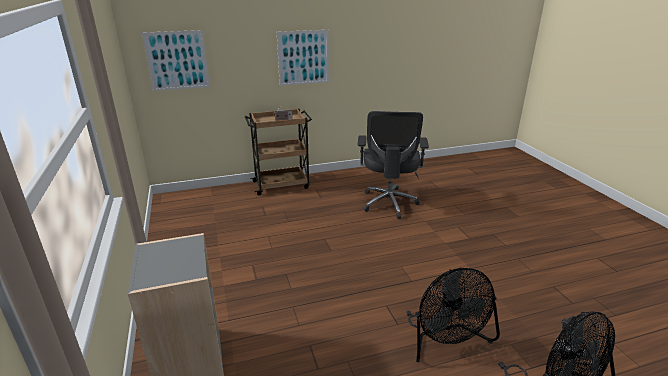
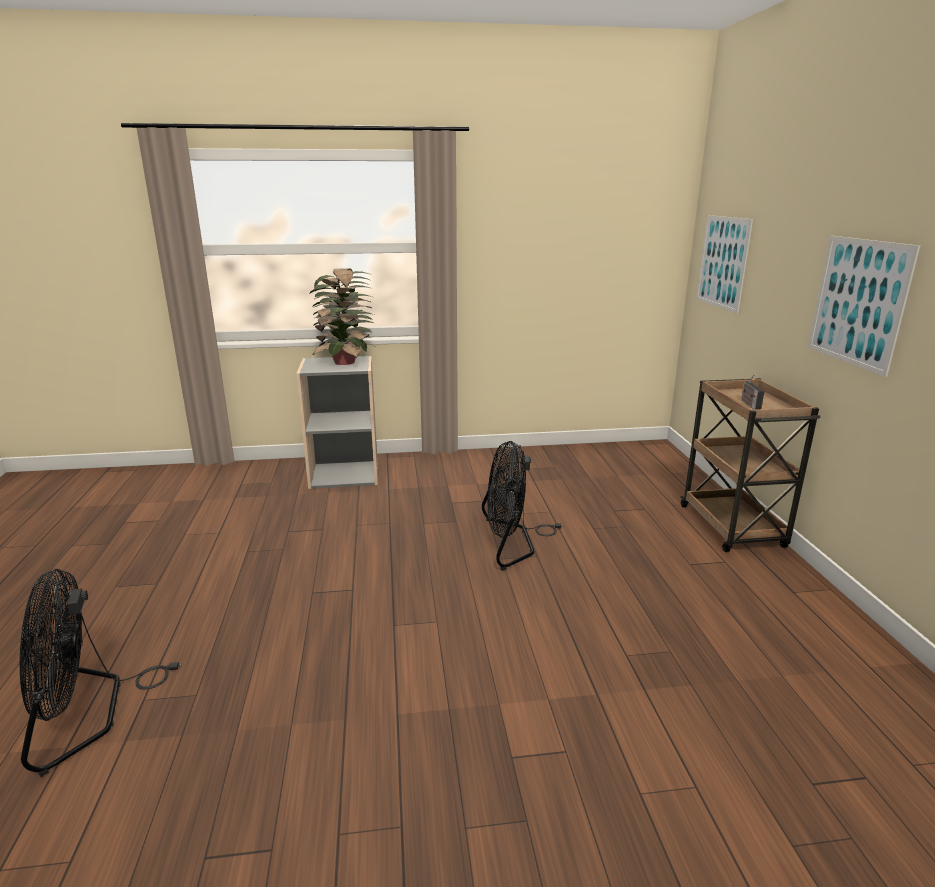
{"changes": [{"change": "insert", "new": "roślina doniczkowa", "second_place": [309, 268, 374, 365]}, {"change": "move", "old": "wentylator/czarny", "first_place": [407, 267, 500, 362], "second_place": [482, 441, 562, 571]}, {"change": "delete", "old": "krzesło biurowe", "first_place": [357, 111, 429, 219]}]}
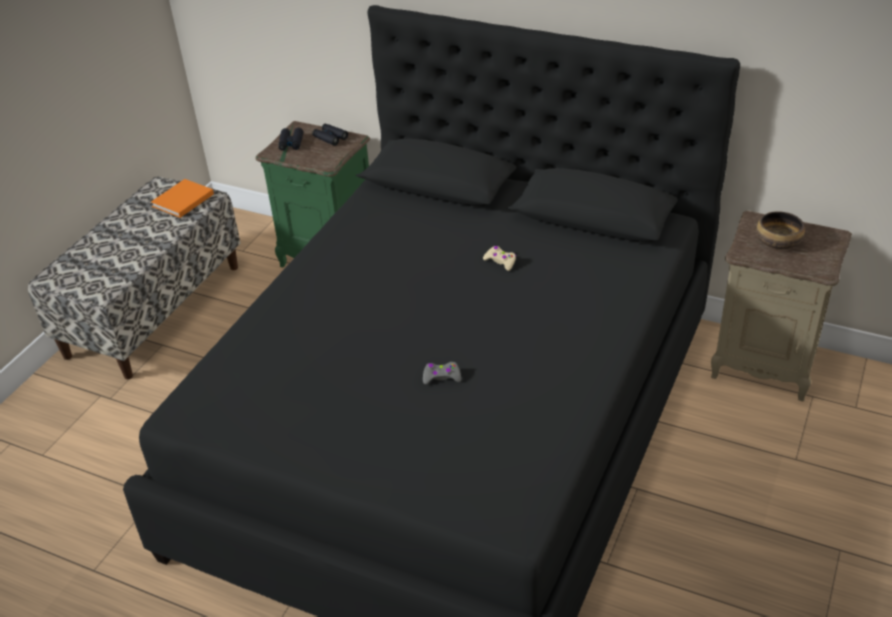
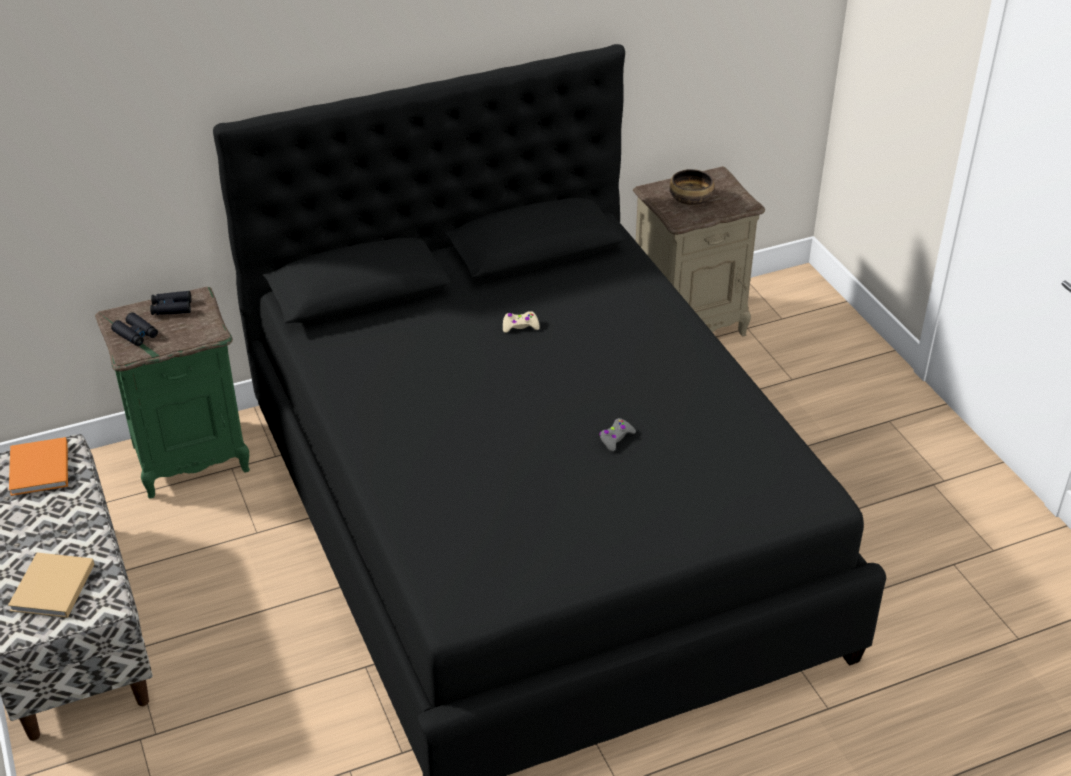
{"changes": [{"change": "insert", "new": "książka/beżowy", "second_place": [8, 553, 95, 618]}]}
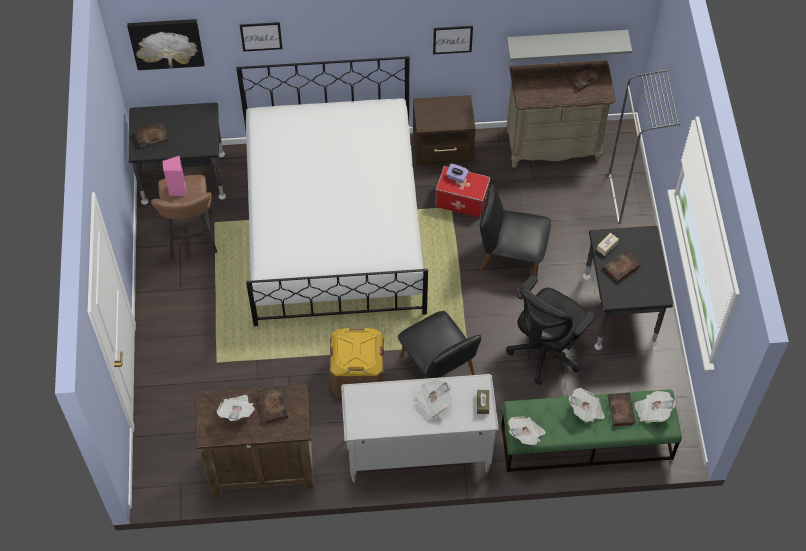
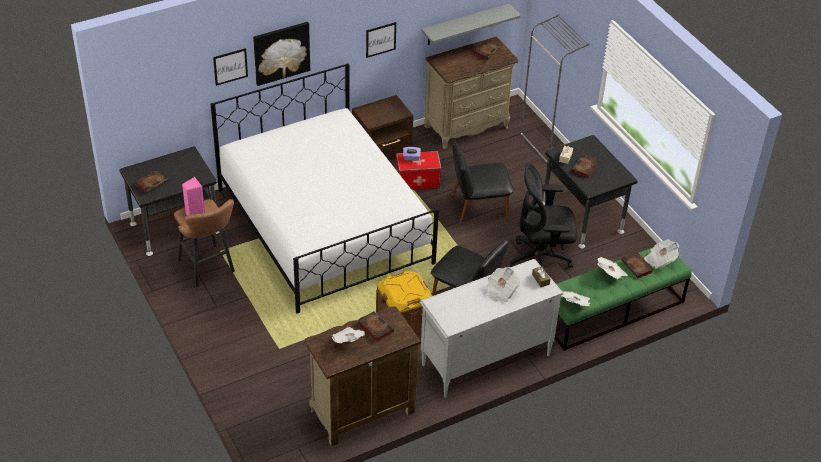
{"changes": [{"change": "move", "old": "obraz", "first_place": [127, 19, 205, 70], "second_place": [253, 22, 310, 86]}, {"change": "rotate", "old": "krzesło biurowe/czarny", "first_place": [507, 276, 595, 385], "second_place": [510, 162, 577, 268], "degrees": 75}]}
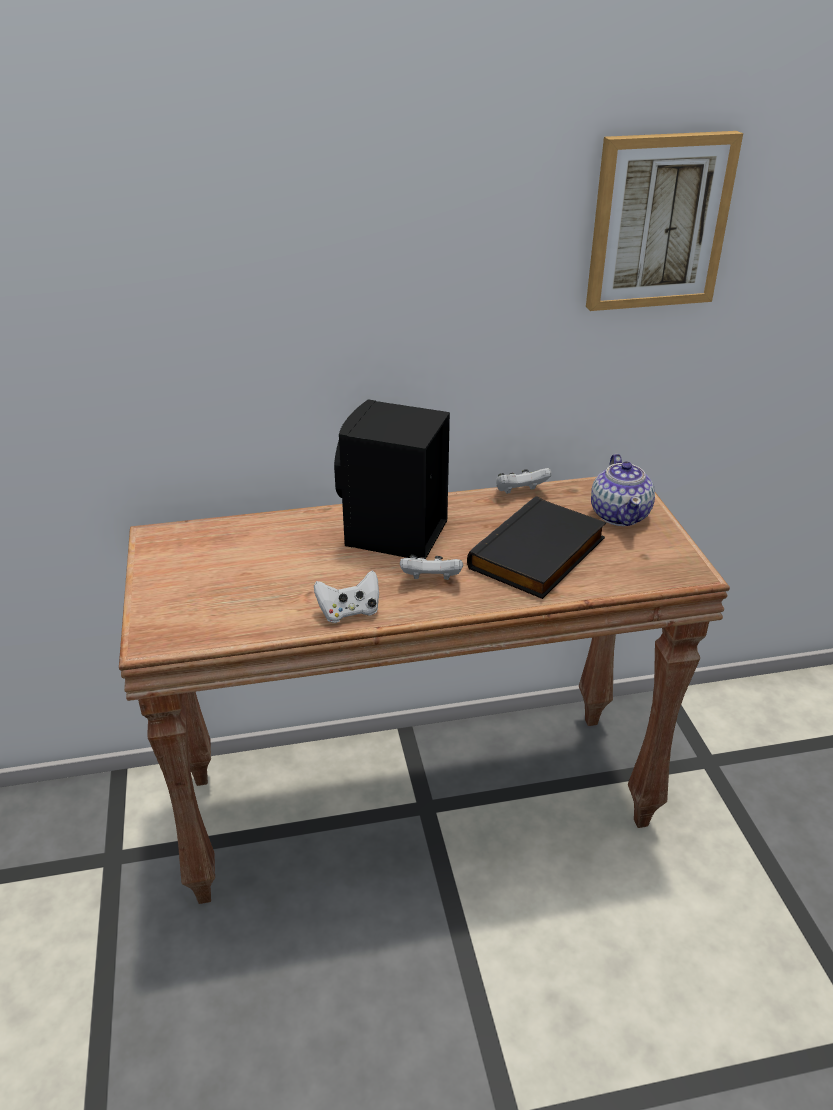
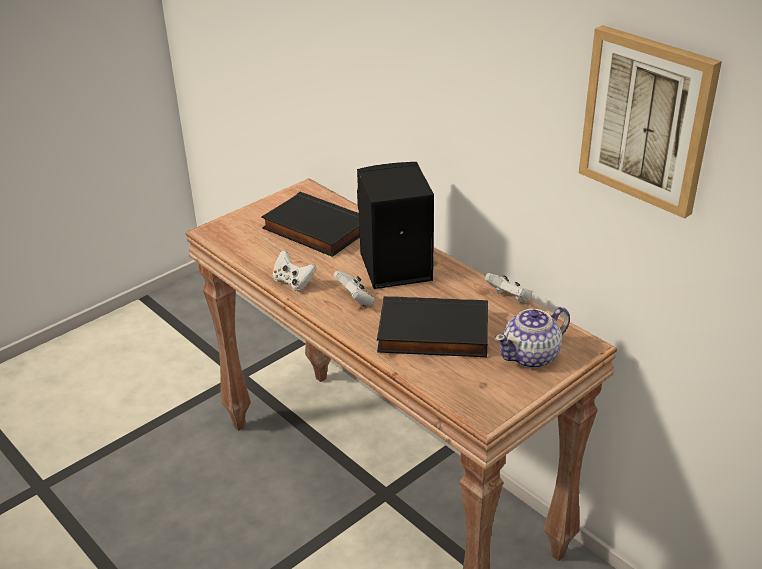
{"changes": [{"change": "insert", "new": "książka/czarny", "second_place": [261, 192, 360, 257]}]}
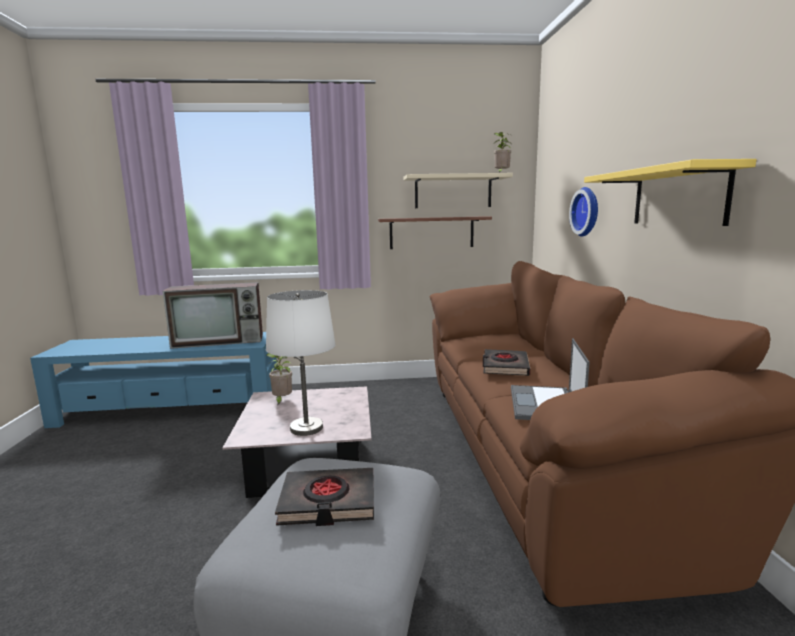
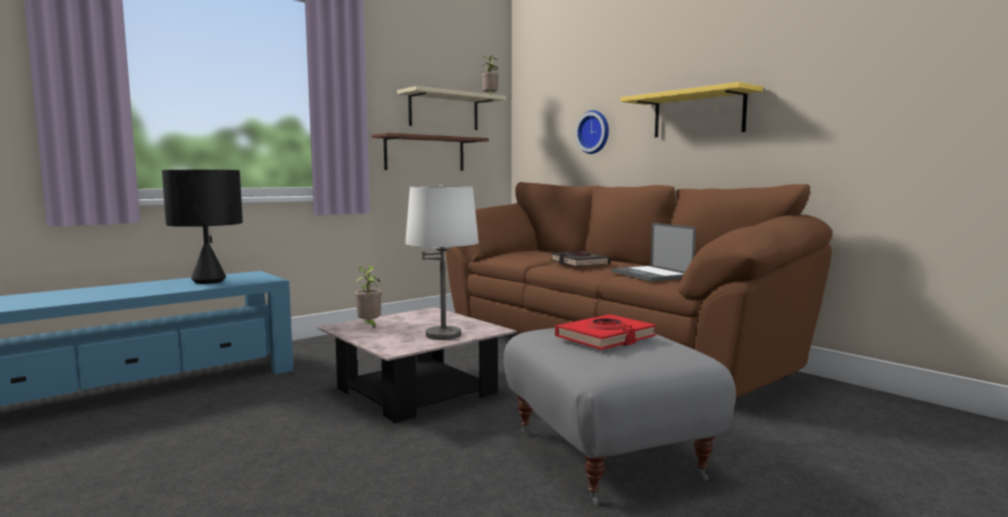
{"changes": [{"change": "replace", "old": "telewizor", "new": "lampa stołowa/czarny", "first_place": [163, 282, 263, 349], "second_place": [162, 170, 243, 284]}, {"change": "recolor", "old": "książka/czarny", "new": "książka/czerwony", "first_place": [275, 468, 374, 526], "second_place": [555, 314, 656, 350]}]}
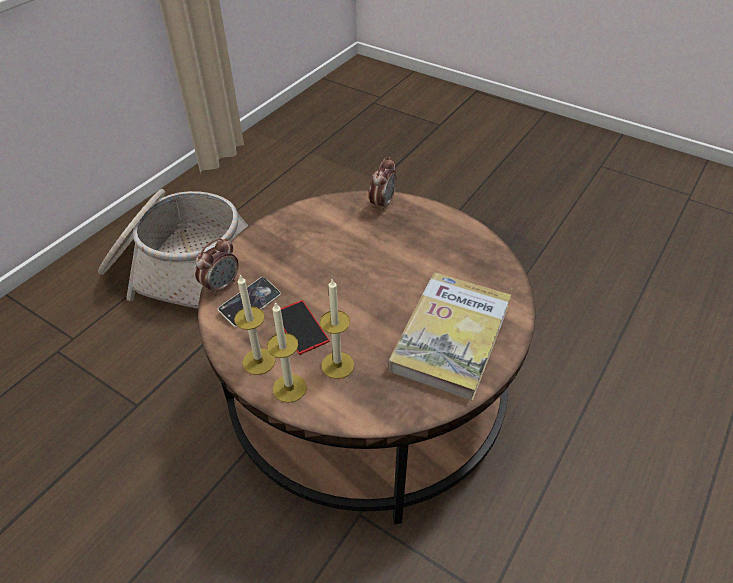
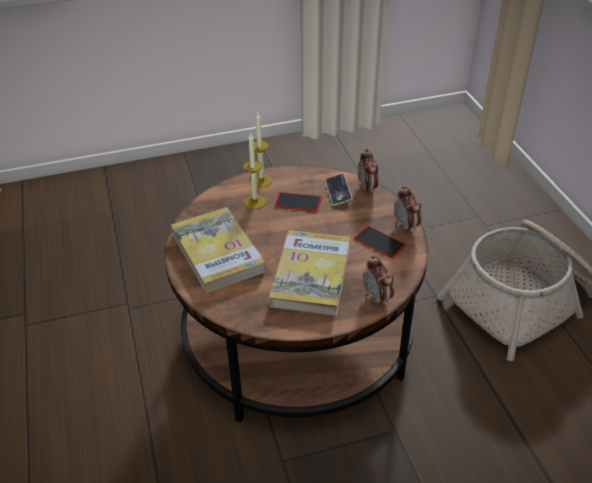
{"changes": [{"change": "insert", "new": "książka", "second_place": [269, 230, 350, 316]}, {"change": "insert", "new": "telefon", "second_place": [354, 226, 406, 258]}, {"change": "insert", "new": "budzik", "second_place": [394, 186, 421, 233]}, {"change": "delete", "old": "świeca", "first_place": [234, 275, 275, 375]}]}
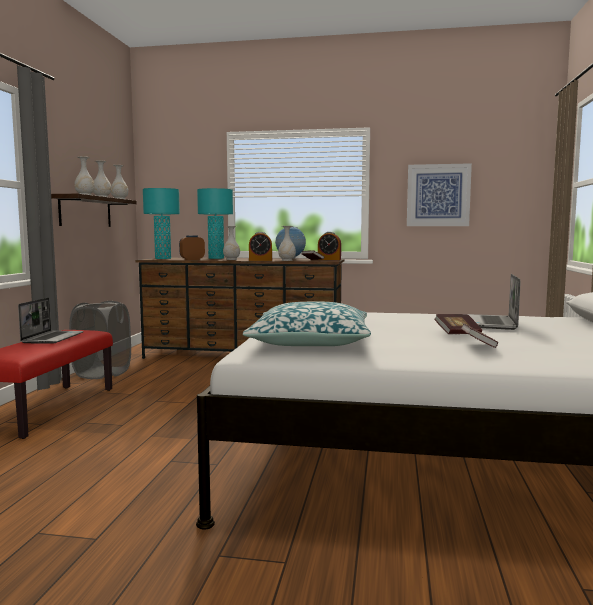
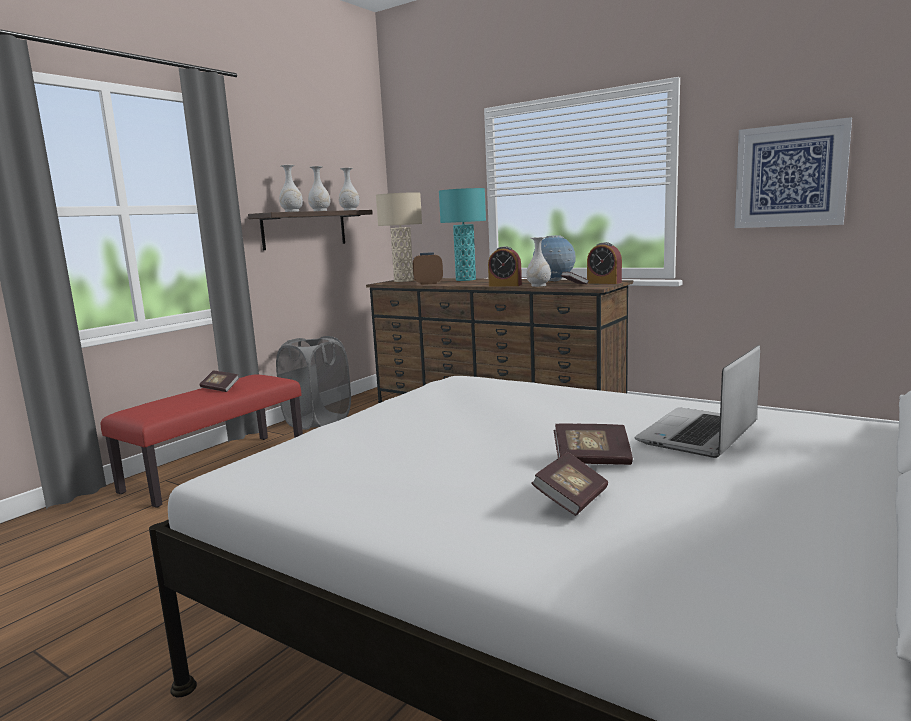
{"changes": [{"change": "replace", "old": "laptop", "new": "książka", "first_place": [18, 298, 84, 344], "second_place": [199, 371, 239, 392]}, {"change": "recolor", "old": "lampa stołowa/turkusowy", "new": "lampa stołowa/beżowy", "first_place": [143, 188, 180, 259], "second_place": [376, 192, 422, 282]}, {"change": "delete", "old": "wazon/biały", "first_place": [223, 226, 240, 260]}, {"change": "delete", "old": "poduszka", "first_place": [243, 302, 371, 346]}]}
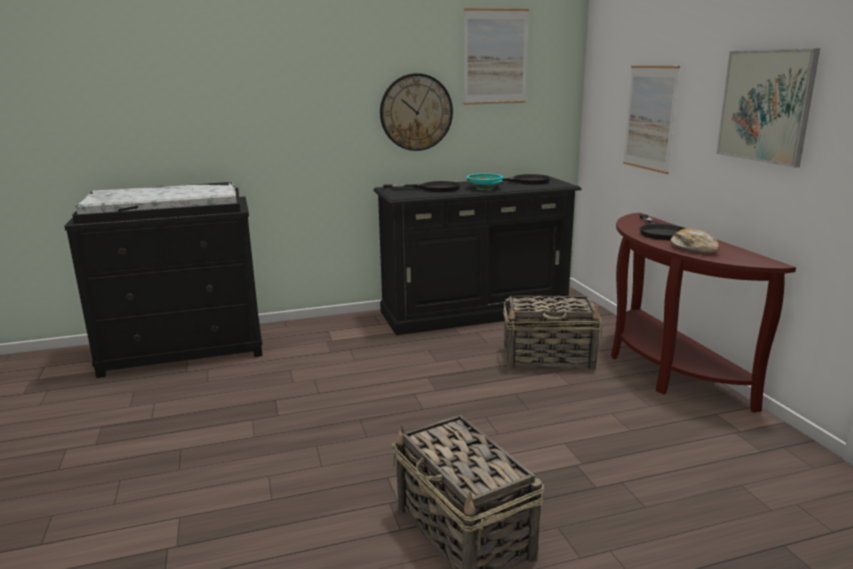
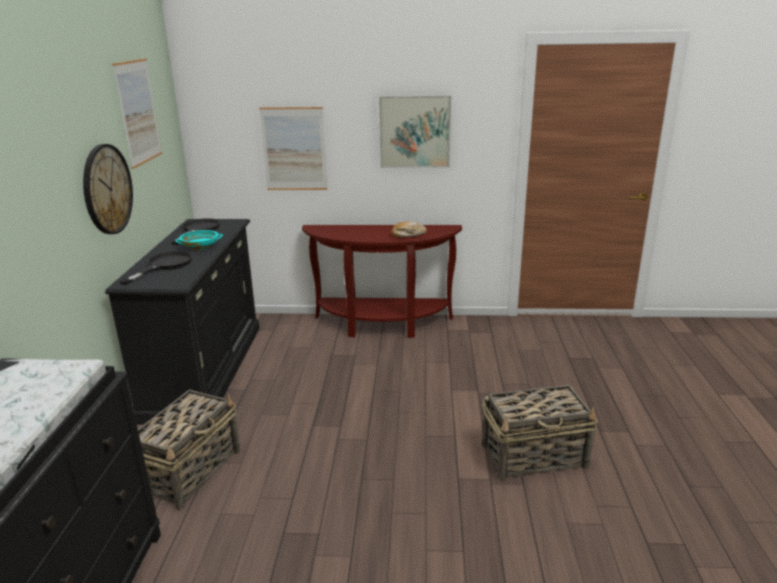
{"changes": [{"change": "move", "old": "koszyk", "first_place": [503, 295, 602, 370], "second_place": [138, 389, 240, 510]}, {"change": "delete", "old": "patelnia/czarny", "first_place": [639, 215, 686, 240]}]}
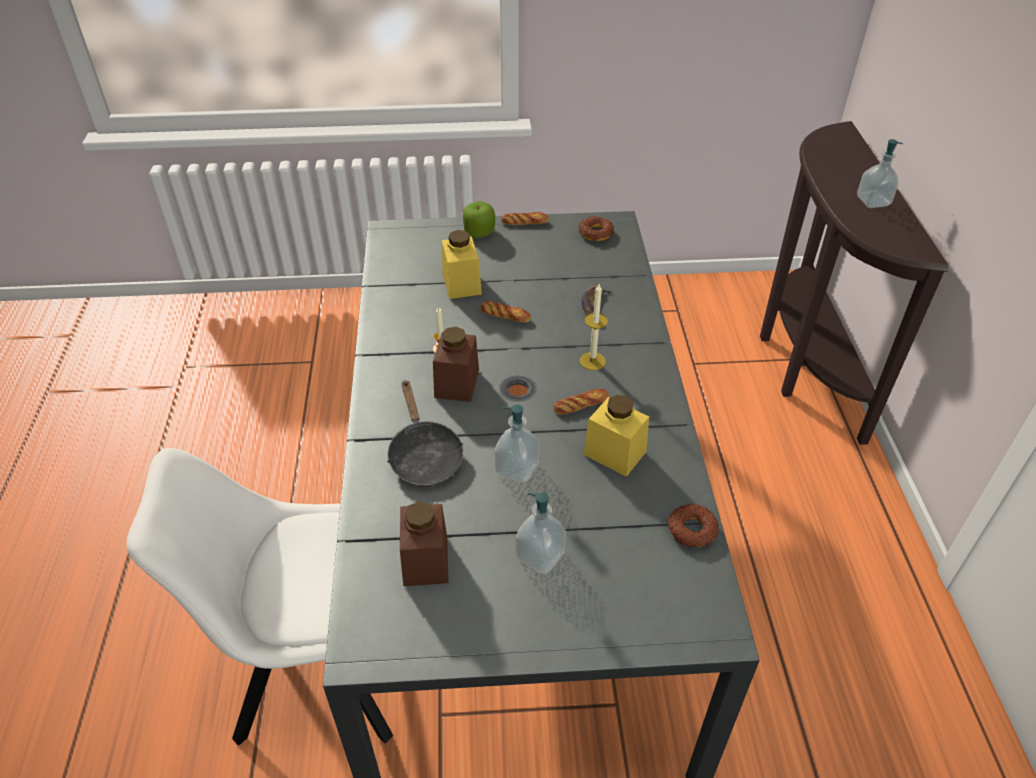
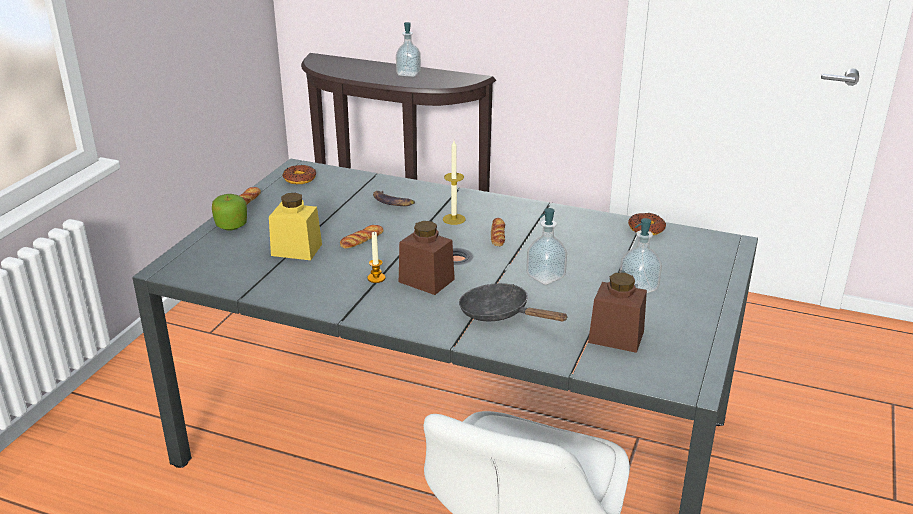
{"changes": [{"change": "rotate", "old": "patelnia/czarny", "first_place": [387, 380, 463, 486], "second_place": [459, 283, 568, 321], "degrees": -150}, {"change": "delete", "old": "słoik/żółty", "first_place": [583, 395, 649, 477]}]}
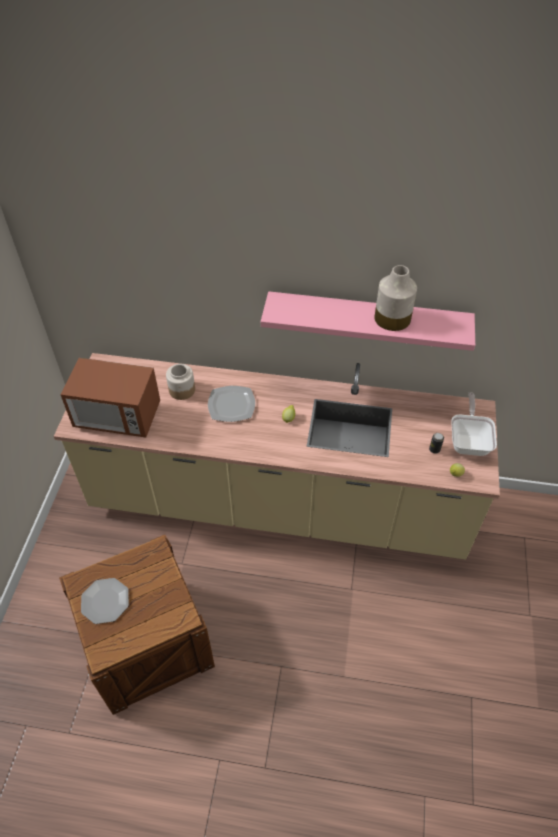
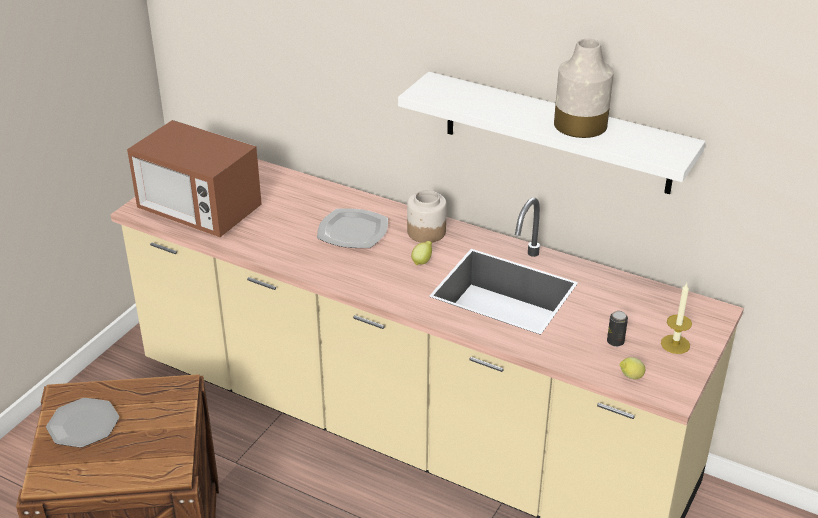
{"changes": [{"change": "recolor", "old": "półka/różowy", "new": "półka/biały", "first_place": [261, 291, 475, 351], "second_place": [398, 72, 705, 194]}, {"change": "move", "old": "słoik", "first_place": [166, 364, 195, 400], "second_place": [407, 190, 447, 243]}, {"change": "replace", "old": "patelnia", "new": "świeca", "first_place": [451, 393, 497, 456], "second_place": [661, 283, 692, 354]}]}
